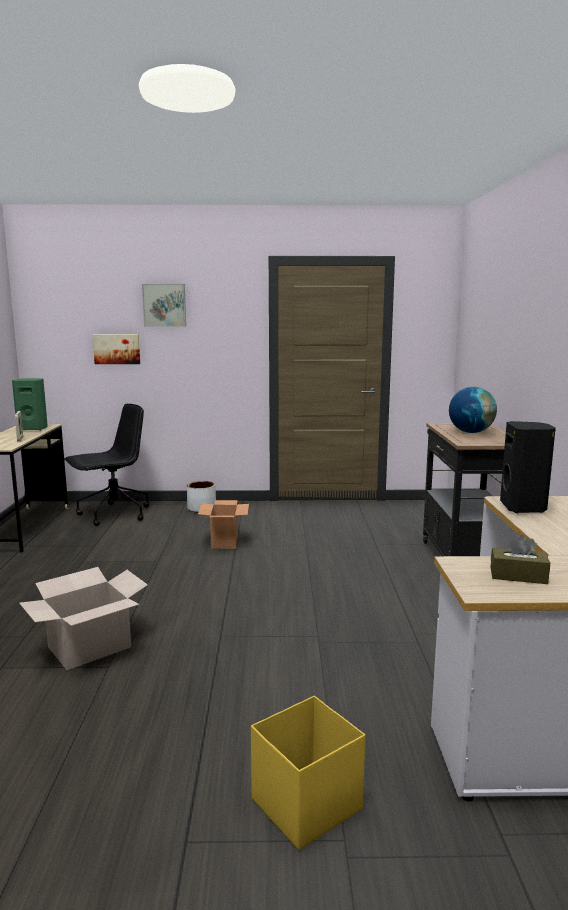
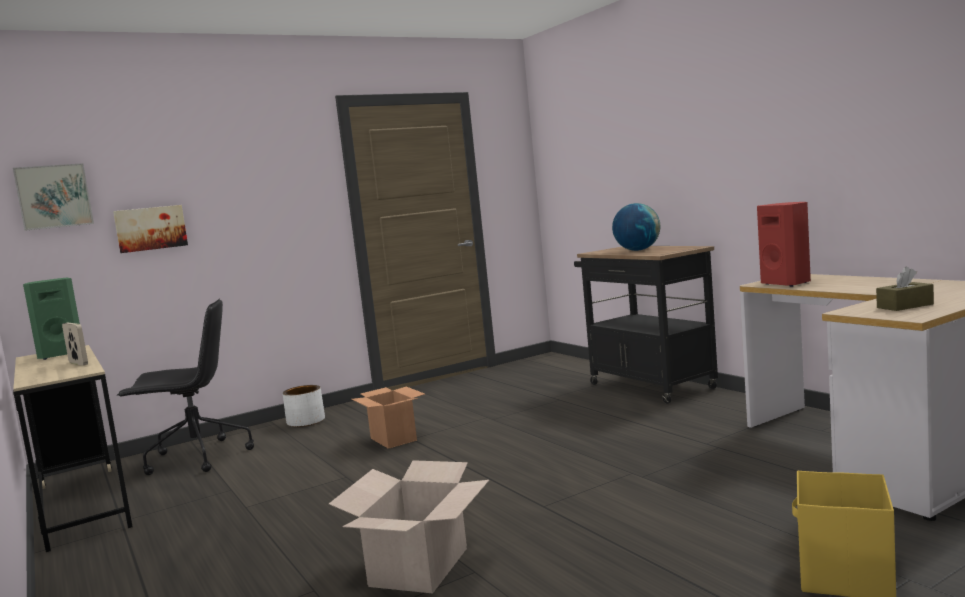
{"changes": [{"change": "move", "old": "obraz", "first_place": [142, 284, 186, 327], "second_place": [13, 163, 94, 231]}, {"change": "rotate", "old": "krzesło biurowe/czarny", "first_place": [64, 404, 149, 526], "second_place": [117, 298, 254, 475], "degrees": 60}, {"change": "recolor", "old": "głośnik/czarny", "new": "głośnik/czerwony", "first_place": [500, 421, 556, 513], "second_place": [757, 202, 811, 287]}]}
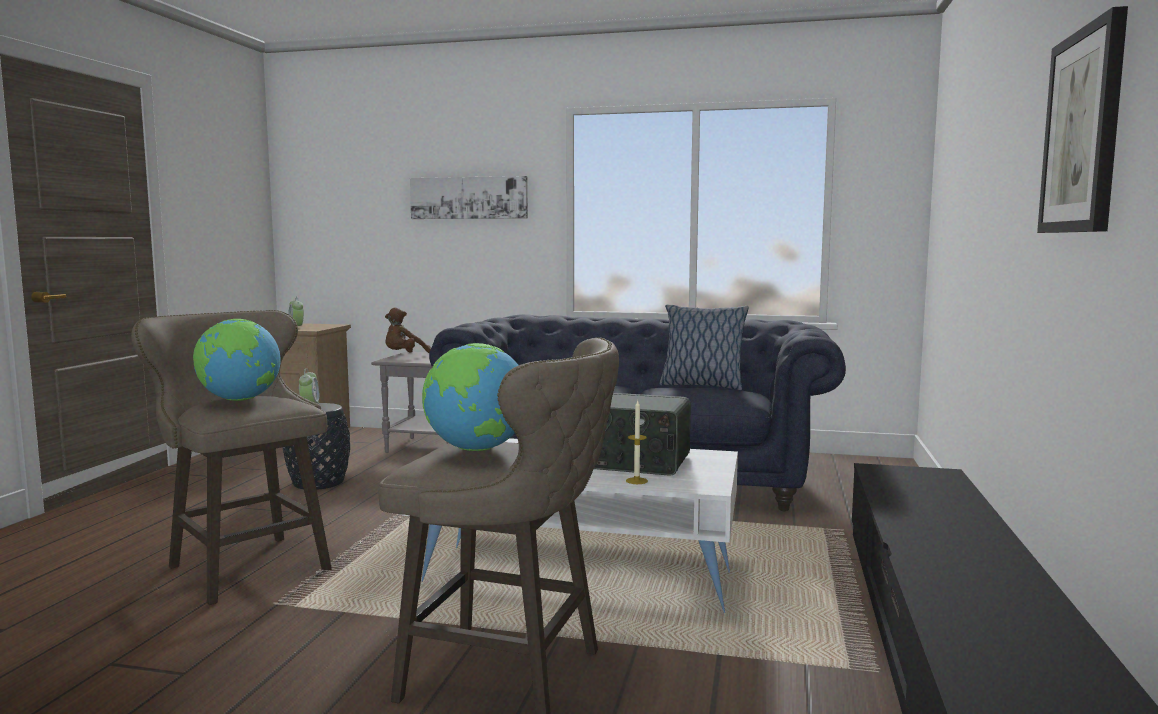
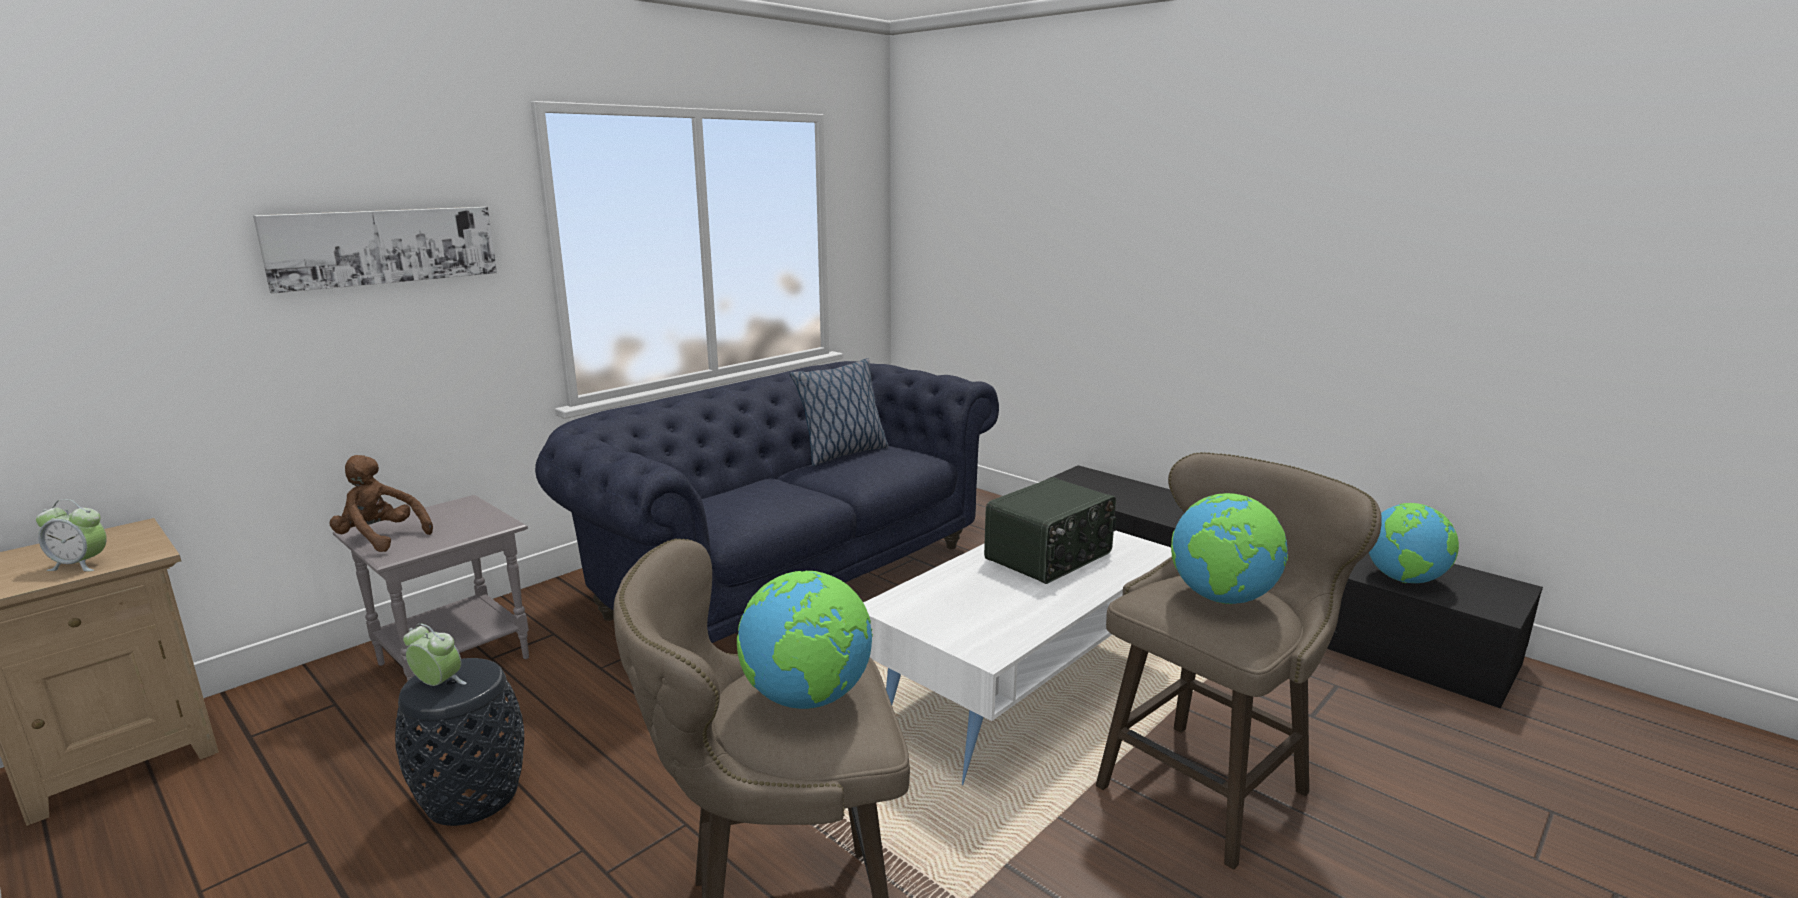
{"changes": [{"change": "rotate", "old": "pluszak/brązowy", "first_place": [385, 307, 431, 353], "second_place": [329, 455, 433, 552], "degrees": 135}, {"change": "insert", "new": "globus", "second_place": [1369, 503, 1459, 583]}, {"change": "delete", "old": "świeca", "first_place": [626, 401, 648, 484]}, {"change": "delete", "old": "obraz", "first_place": [1037, 6, 1128, 233]}]}
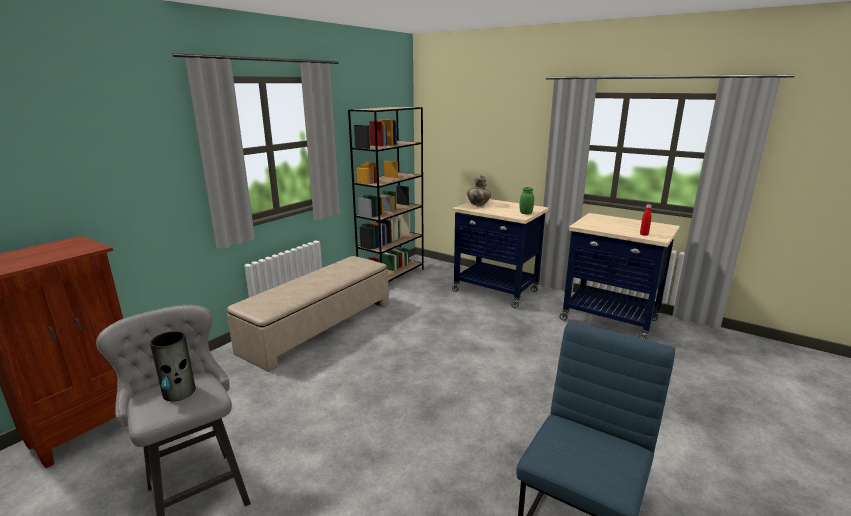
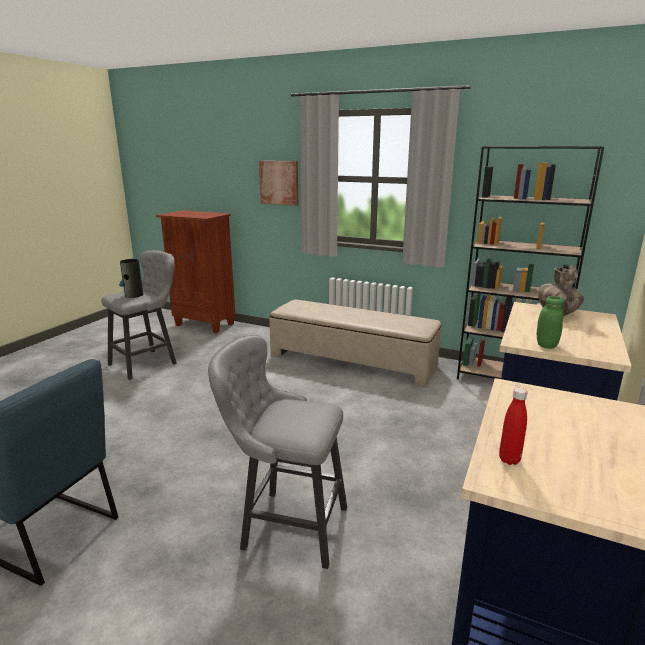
{"changes": [{"change": "insert", "new": "stołek/szary", "second_place": [208, 335, 347, 569]}, {"change": "insert", "new": "obraz", "second_place": [259, 161, 298, 206]}]}
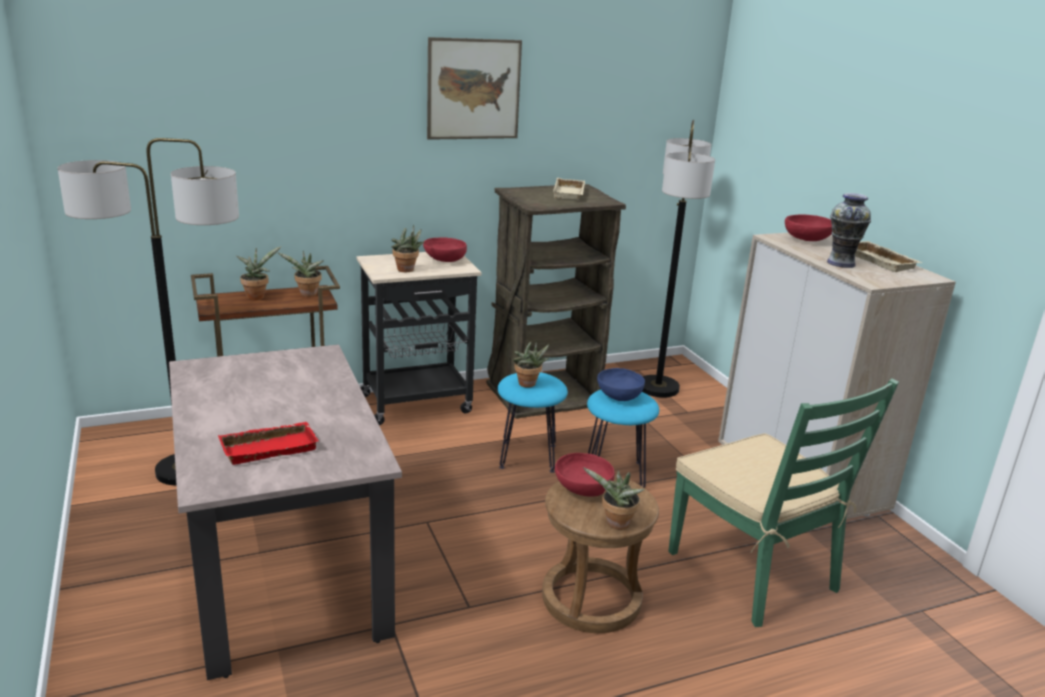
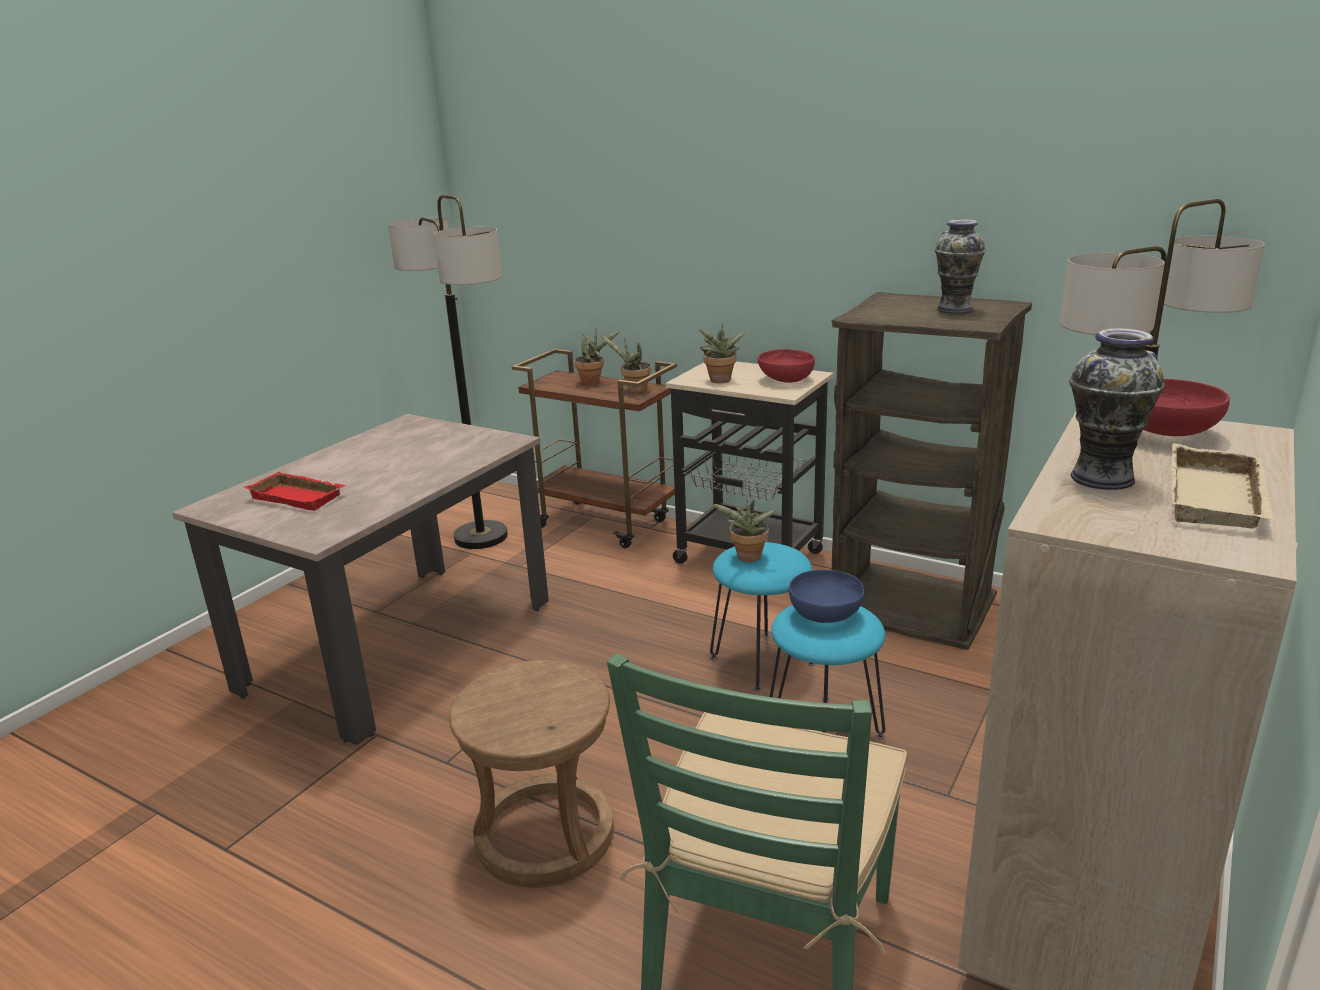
{"changes": [{"change": "replace", "old": "taca/beżowy", "new": "wazon", "first_place": [553, 178, 585, 199], "second_place": [935, 219, 986, 314]}, {"change": "delete", "old": "obraz", "first_place": [427, 37, 522, 140]}, {"change": "delete", "old": "miska/czerwony", "first_place": [555, 453, 615, 496]}, {"change": "delete", "old": "roślina doniczkowa", "first_place": [583, 467, 645, 530]}]}
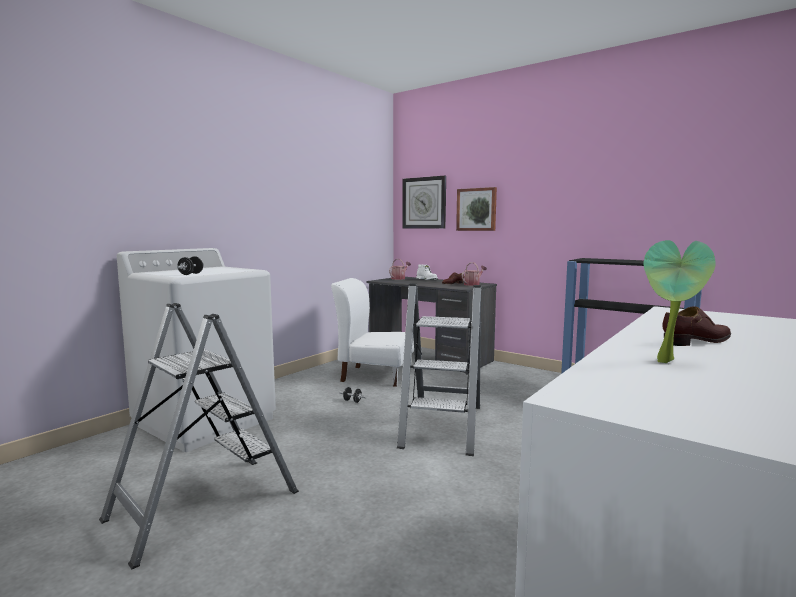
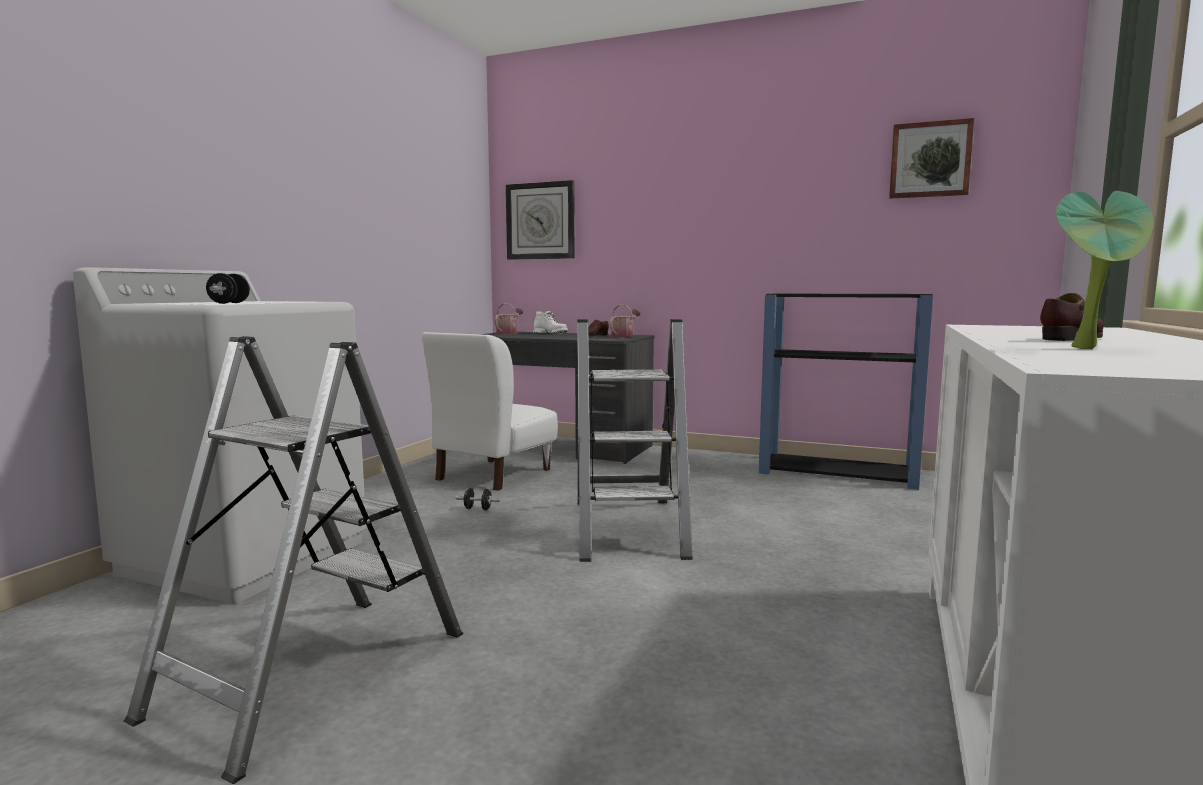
{"changes": [{"change": "rotate", "old": "krzesło/biały", "first_place": [331, 278, 414, 387], "second_place": [422, 332, 558, 491], "degrees": -60}, {"change": "move", "old": "obraz", "first_place": [456, 187, 497, 231], "second_place": [889, 118, 974, 199]}]}
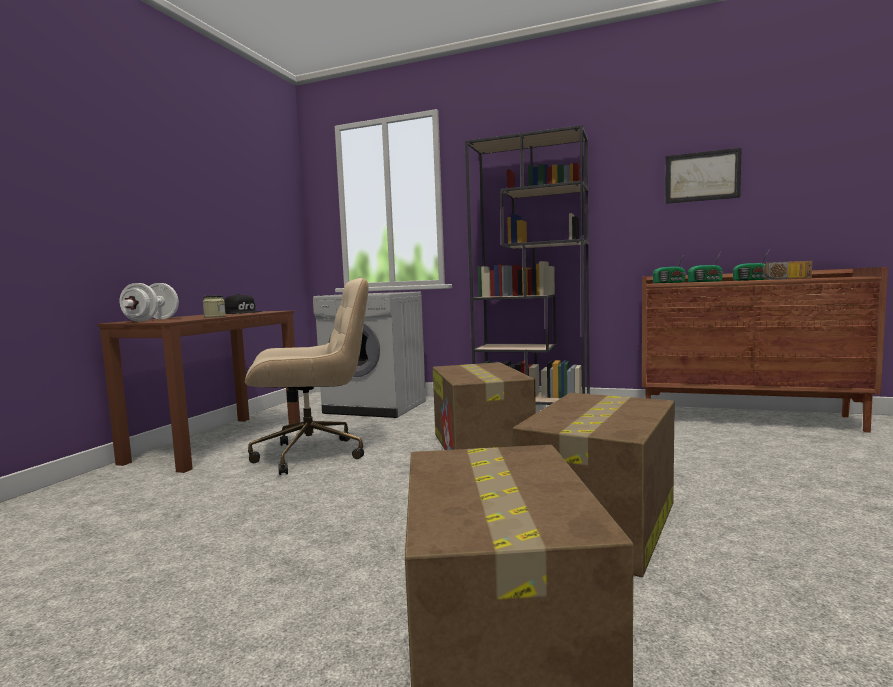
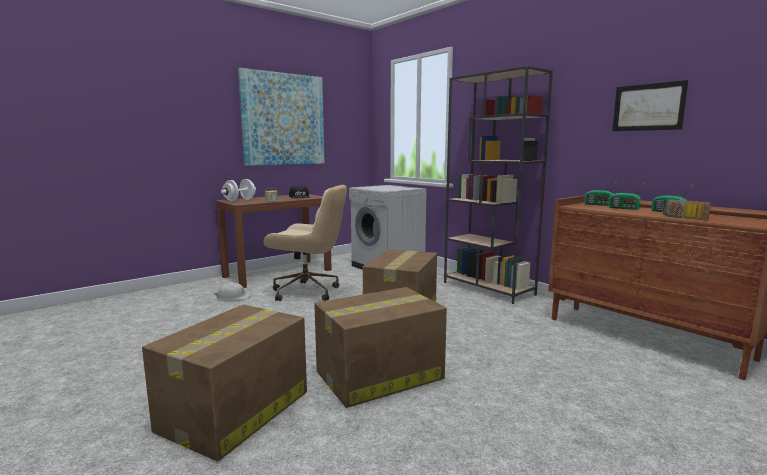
{"changes": [{"change": "insert", "new": "kask/biały", "second_place": [214, 282, 251, 300]}, {"change": "insert", "new": "obraz", "second_place": [238, 68, 324, 166]}]}
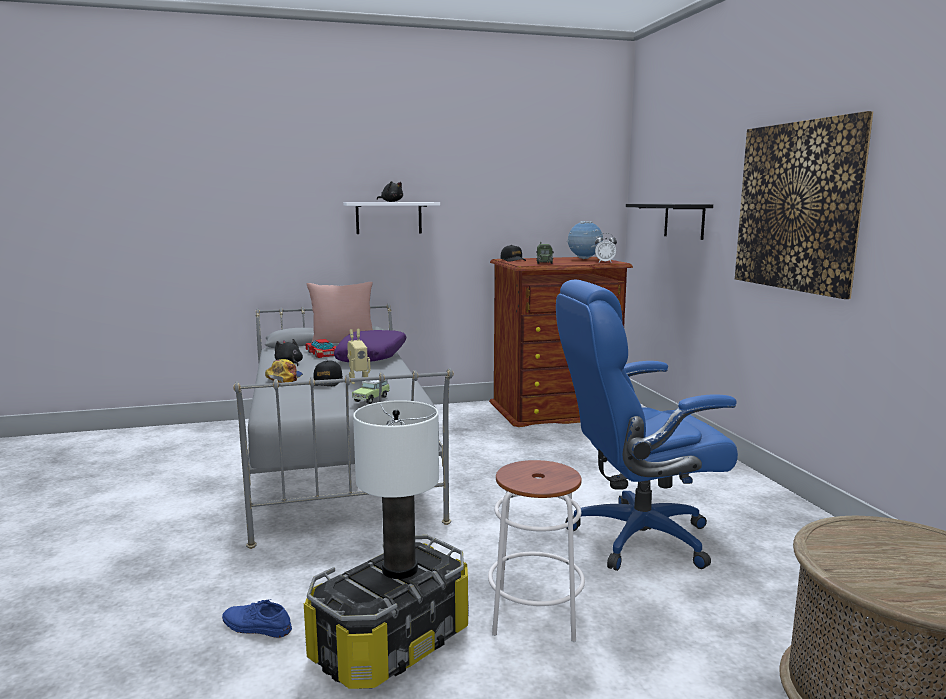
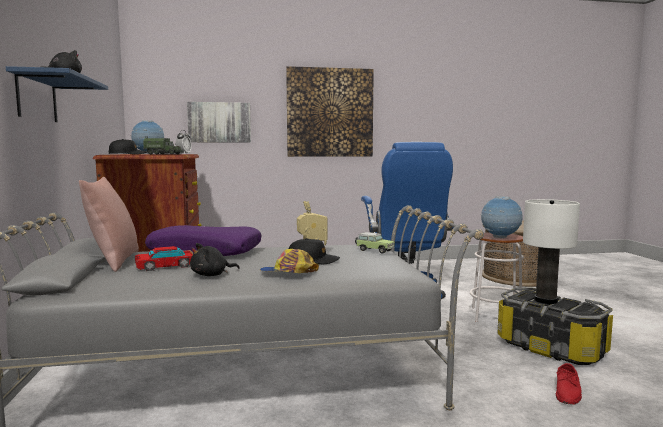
{"changes": [{"change": "recolor", "old": "półka/biały", "new": "półka/niebieski", "first_place": [343, 202, 440, 234], "second_place": [6, 66, 108, 122]}, {"change": "replace", "old": "półka/czarny", "new": "obraz", "first_place": [626, 204, 713, 240], "second_place": [187, 102, 251, 143]}, {"change": "insert", "new": "globus", "second_place": [481, 196, 523, 238]}, {"change": "recolor", "old": "but/niebieski", "new": "but/czerwony", "first_place": [222, 599, 292, 638], "second_place": [556, 363, 582, 405]}]}
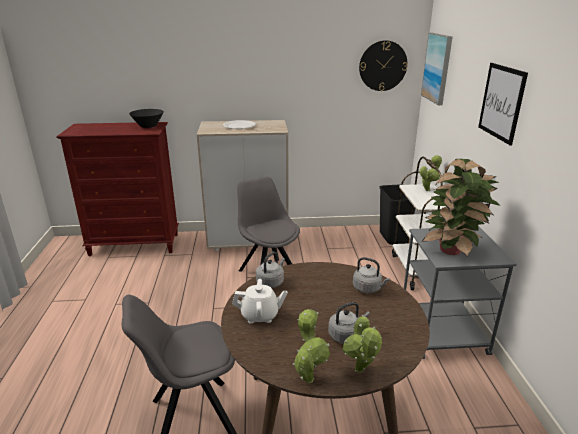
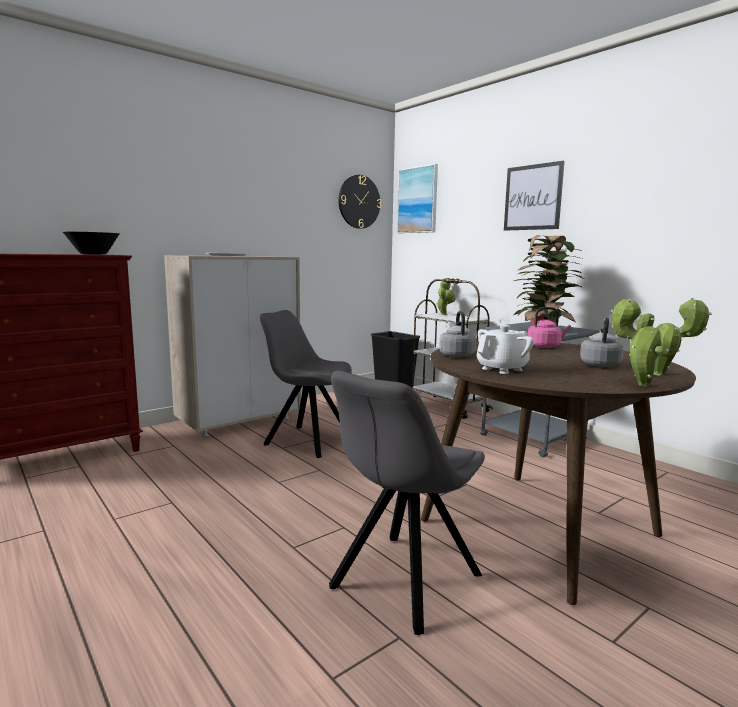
{"changes": [{"change": "recolor", "old": "czajnik/szary", "new": "czajnik/różowy", "first_place": [353, 257, 390, 293], "second_place": [528, 307, 571, 348]}]}
